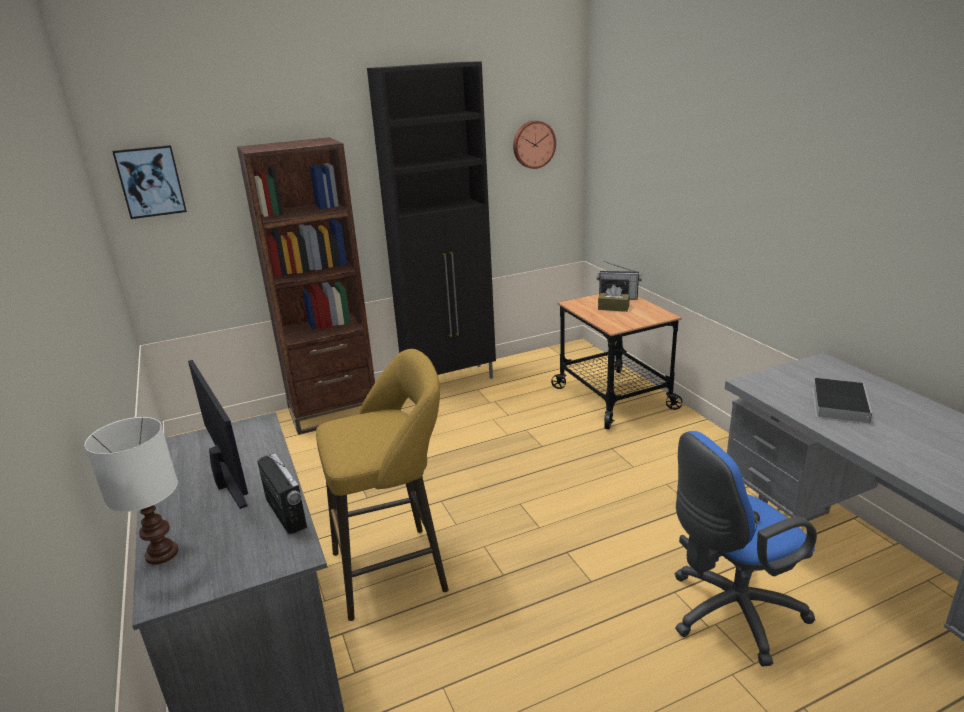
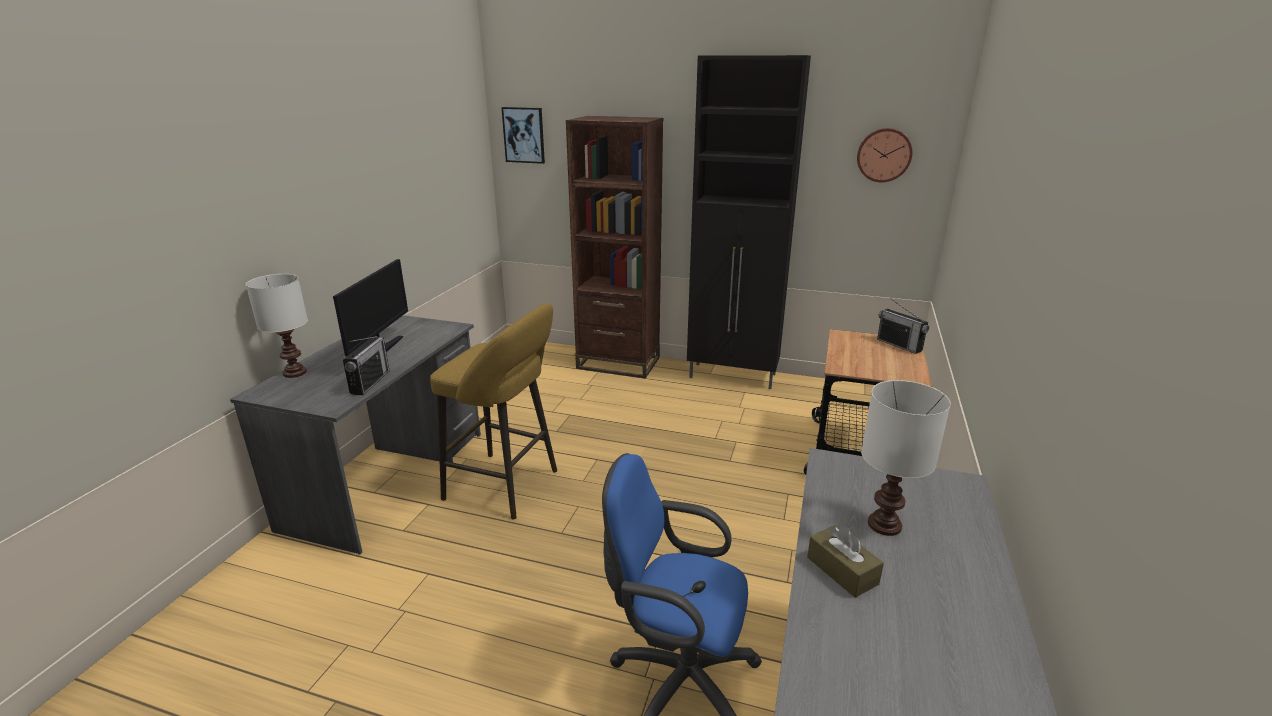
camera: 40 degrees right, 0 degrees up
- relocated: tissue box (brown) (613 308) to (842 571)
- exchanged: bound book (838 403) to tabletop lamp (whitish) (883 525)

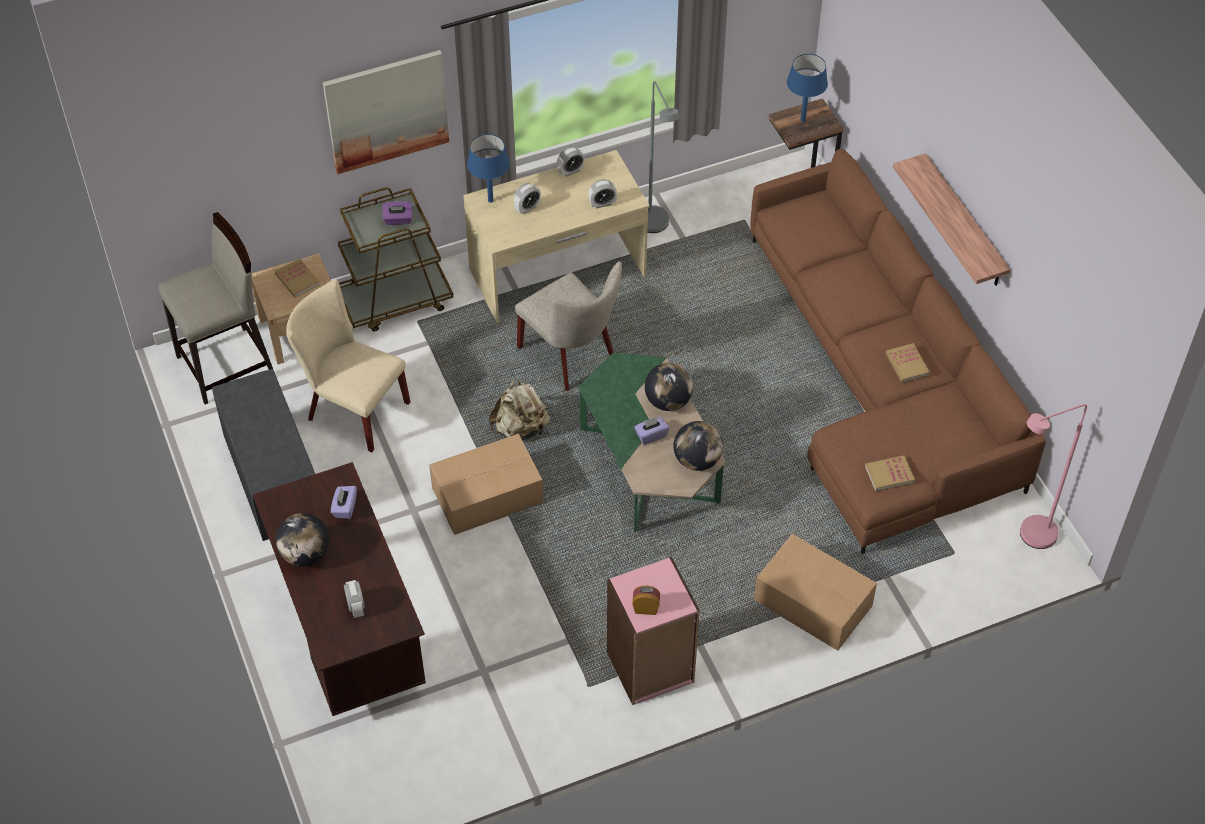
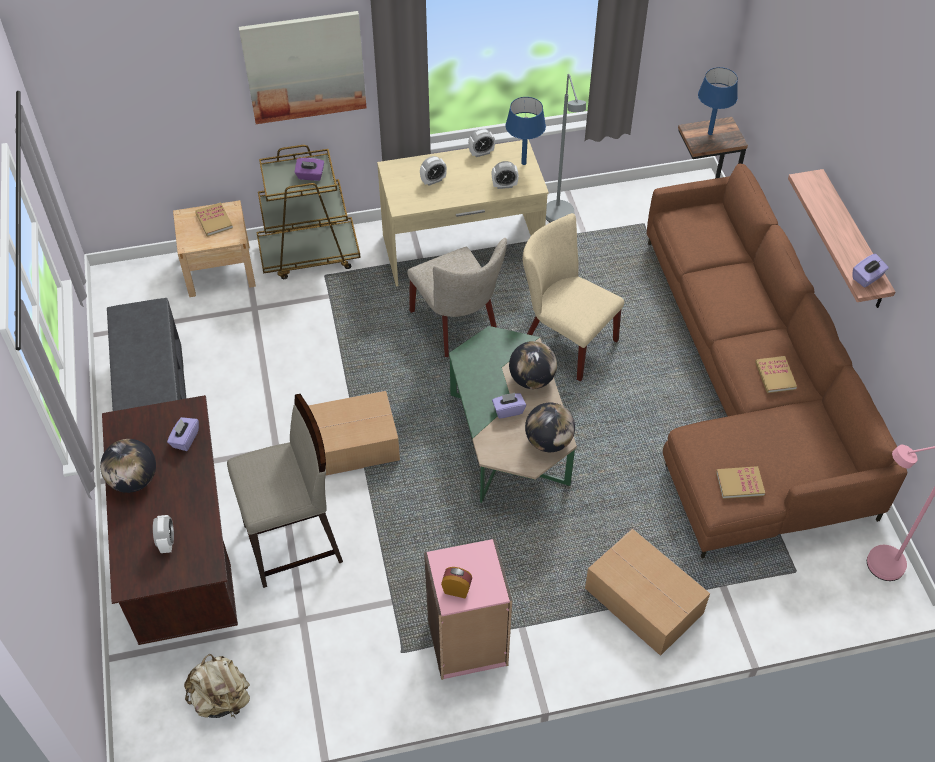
camera: 10 degrees right, 0 degrees up
- relocated: knapsack (sand-coloured) (520 429) to (222 699)
- relocated: stool (sand-coloured) (227 365) to (294 543)
- relocated: tabletop lamp (blue-coloured) (490 200) to (523 163)
- relocated: upright chair (sand-coloured) (352 409) to (564 340)
- appeared: tissue box (purple) (867 278)

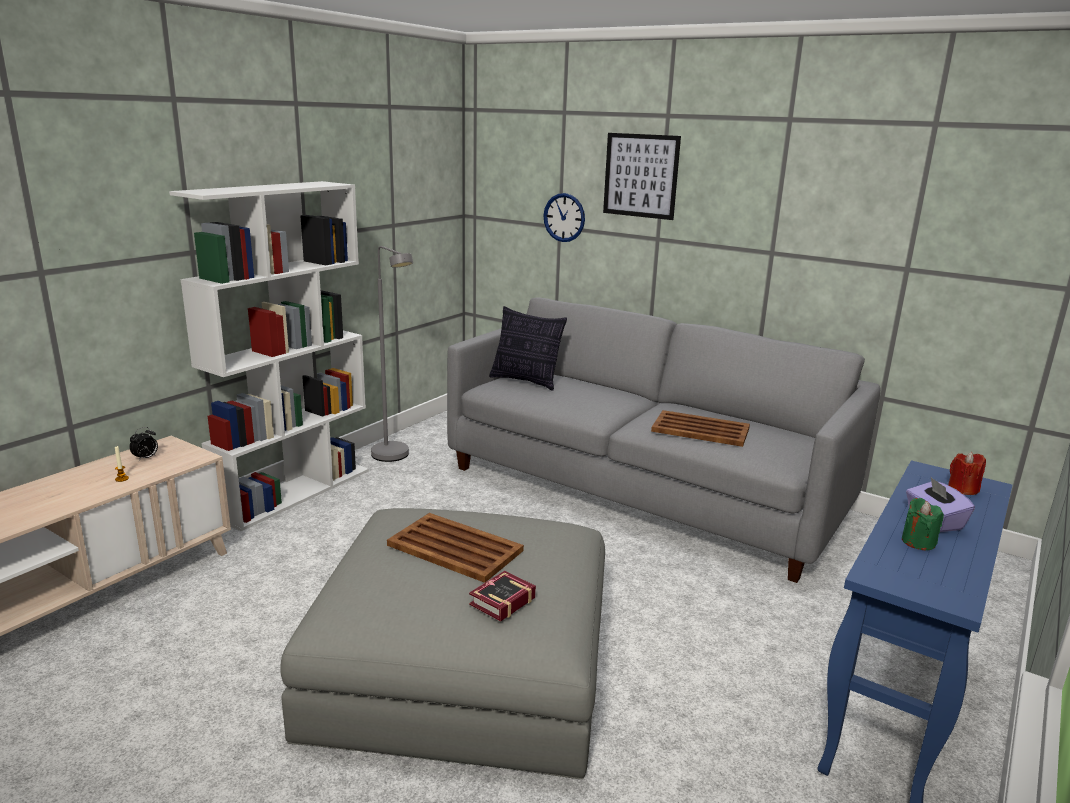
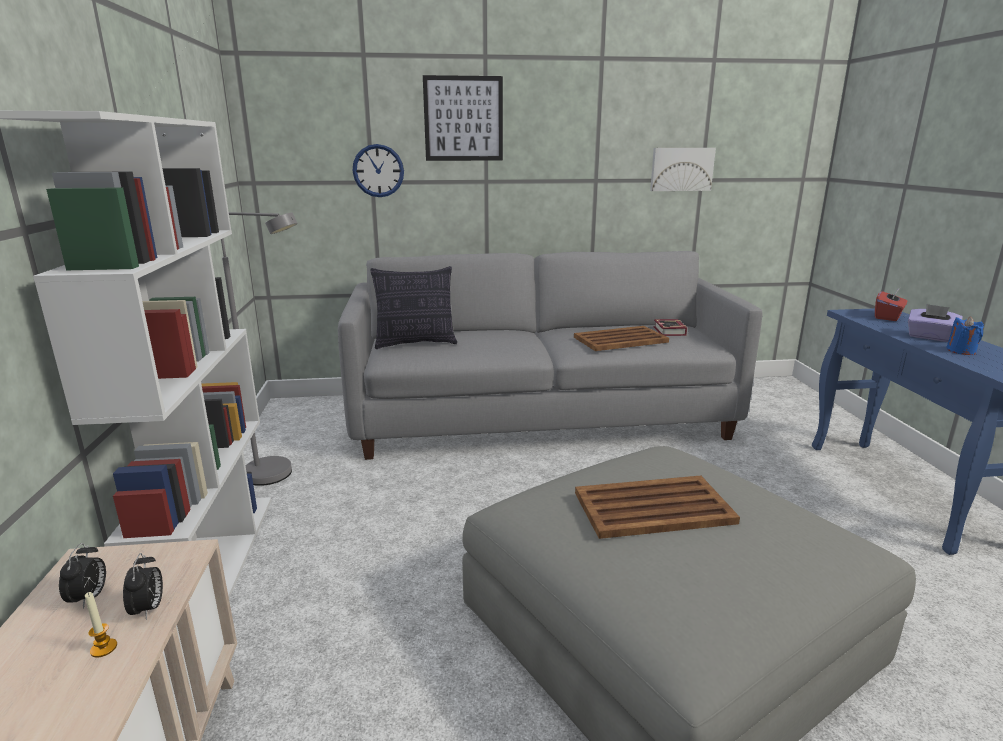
camera: 40 degrees left, 0 degrees up
- appeared: alarm clock (148 609)
- appeared: wall art (681 169)
- relocated: bound book (499 602) to (669 332)
- exchanged: candle (reddish) (962 489) to tissue box (reddish) (888 317)
- colour: candle (green) (918 542) to candle (blue-coloured) (961 351)

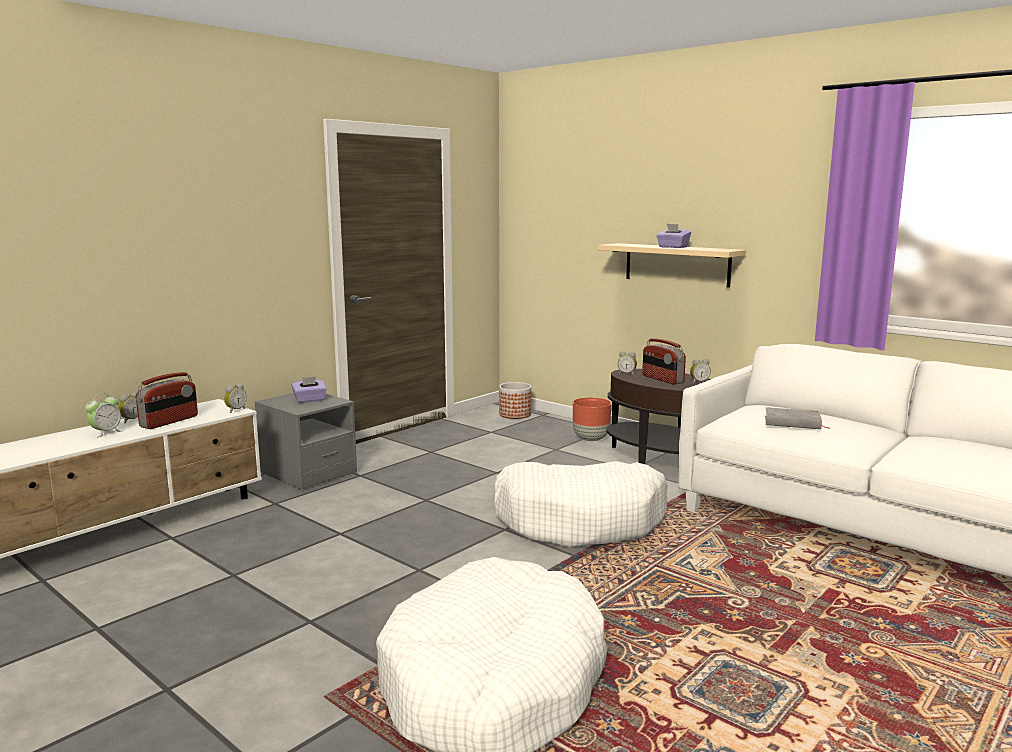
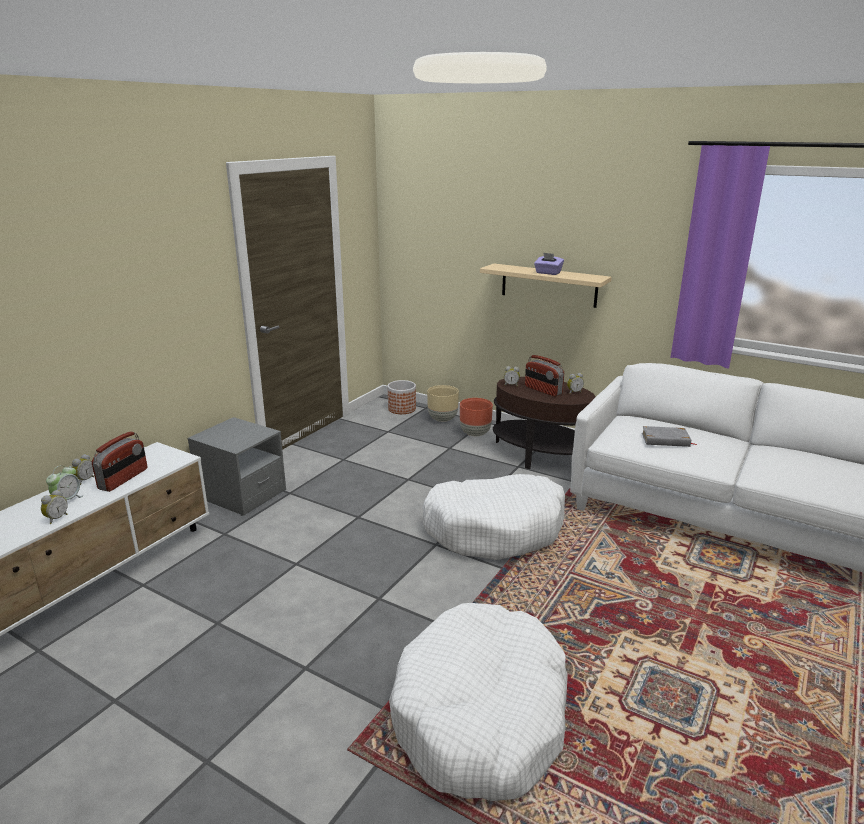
camera: 10 degrees left, 10 degrees up
- relocated: alarm clock (235 410) to (56 518)
- appeared: planter (sand-coloured) (443 419)
- missing: tissue box (purple) (310 400)

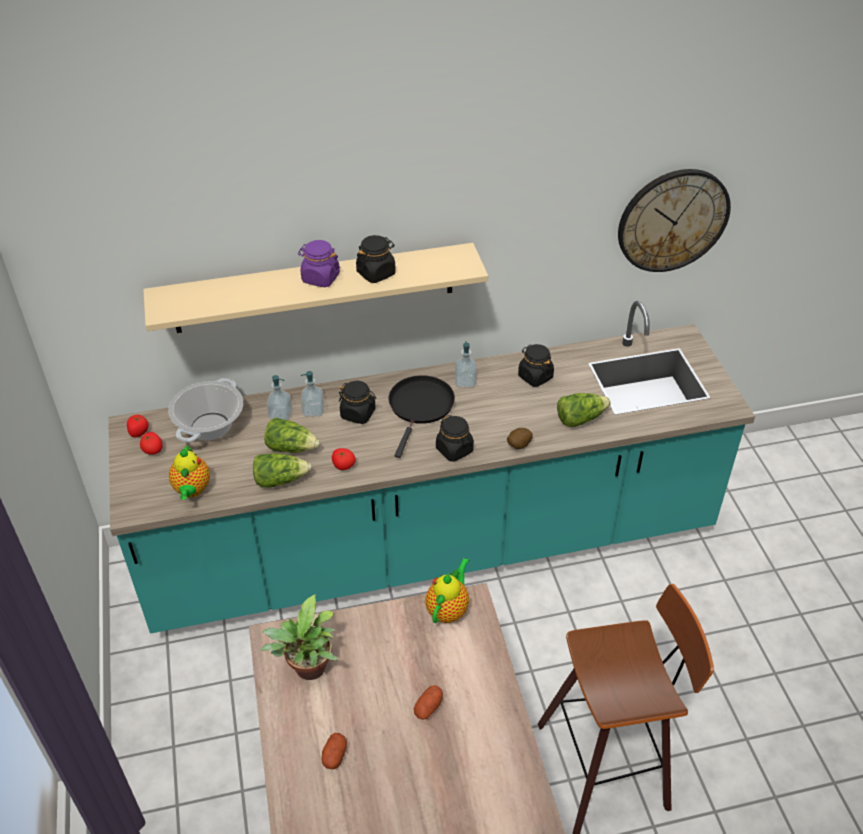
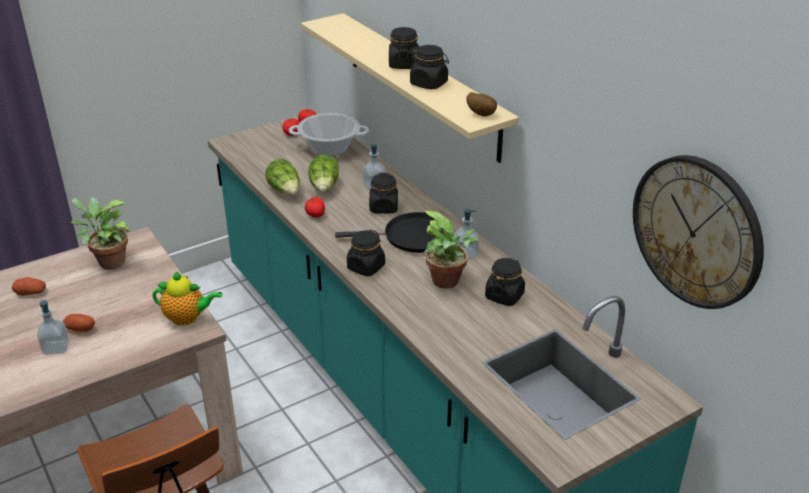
camera: 70 degrees right, 10 degrees down
- relocated: liquid soap bottle (280 415) to (56 348)
- colour: preserve jar (purple) (320 278) to preserve jar (black) (403 64)
- appeared: potted plant (448 282)
- relocated: whole potato (518 446) to (481 114)
- missing: tea pot (192 490)
- missing: lettuce (580 418)

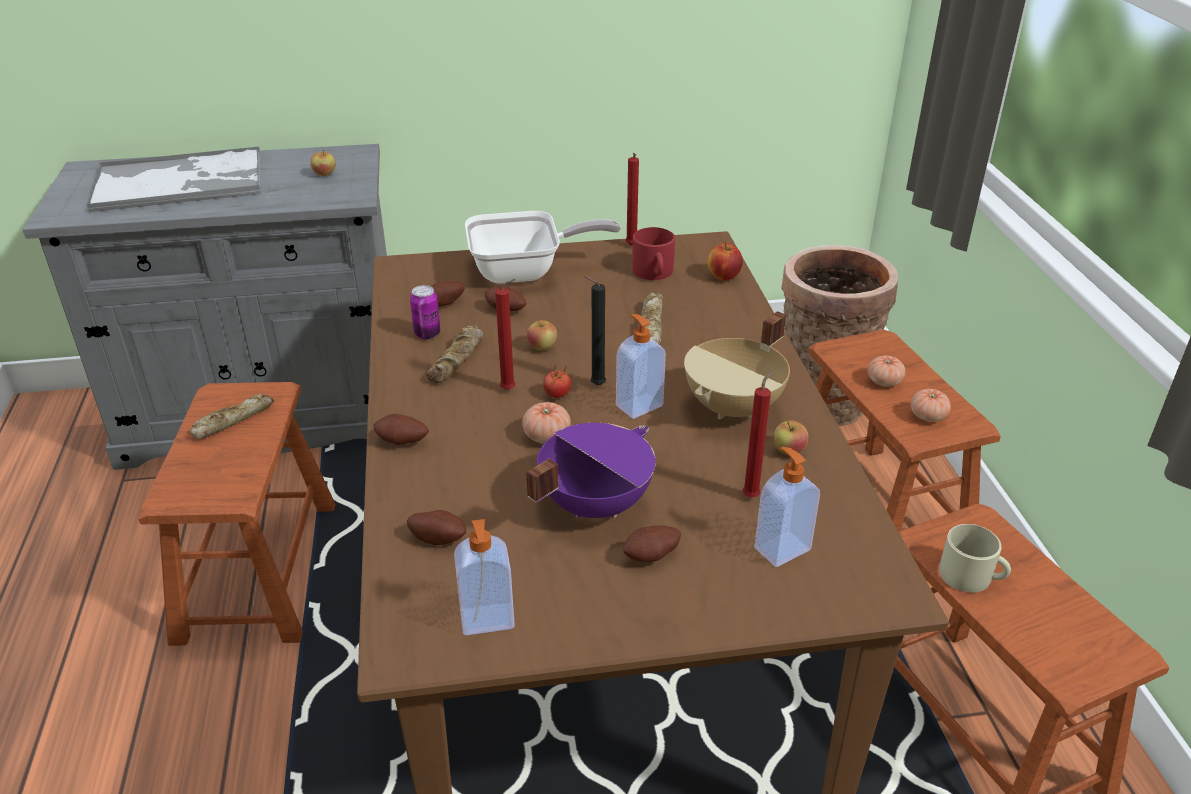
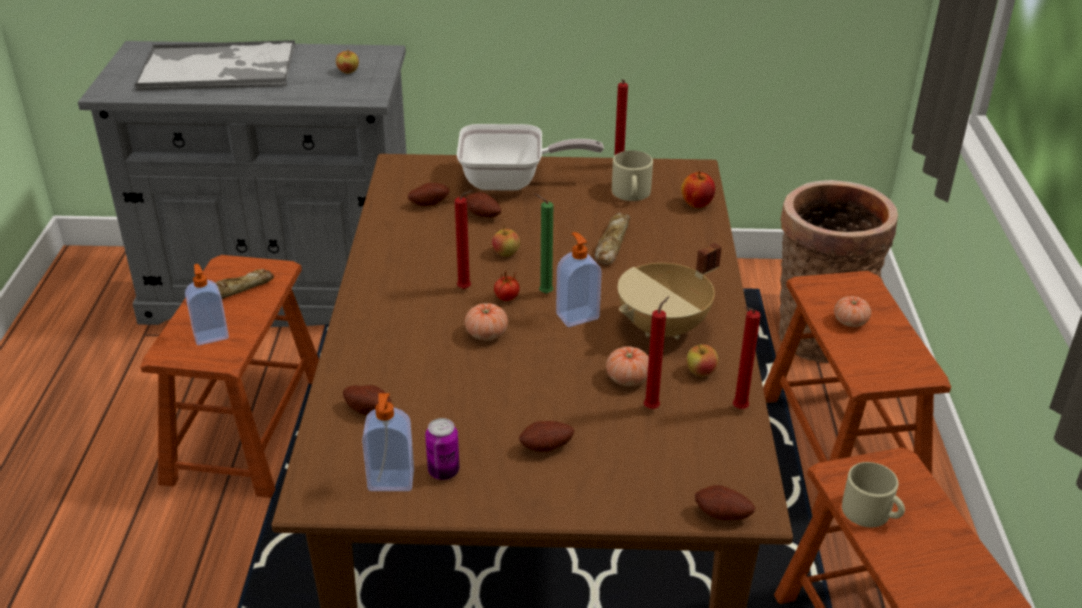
camera: 10 degrees right, 0 degrees up
- relocated: liquid soap bottle (781 548) to (211 335)
- relocated: sealed can (427 334) to (443 471)
- colour: candle (black) (595 385) to candle (green) (543 293)
- relocated: whole tomato (927 416) to (628 379)
- colour: mug (reddish) (654 272) to mug (sand-coloured) (631 193)
- relocated: whole potato (402 442) to (722 516)
- appeared: candle (reddish) (737 409)
- missing: baked bread (457 359)
- missing: stockpot (purple) (593 503)

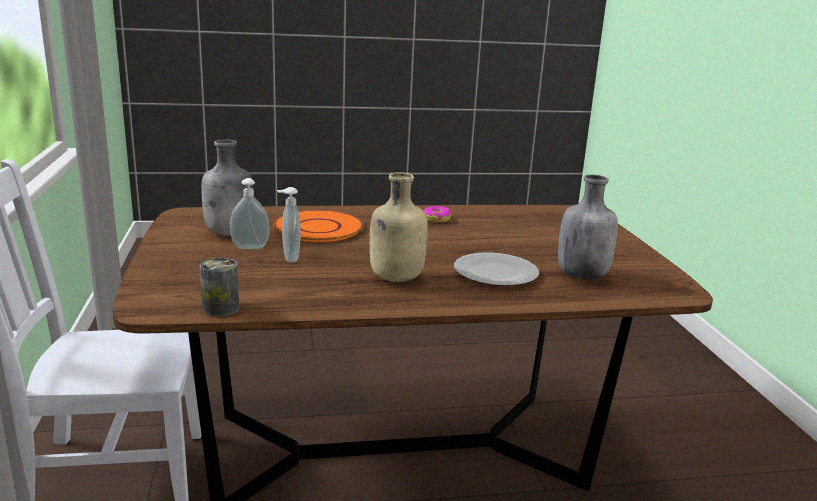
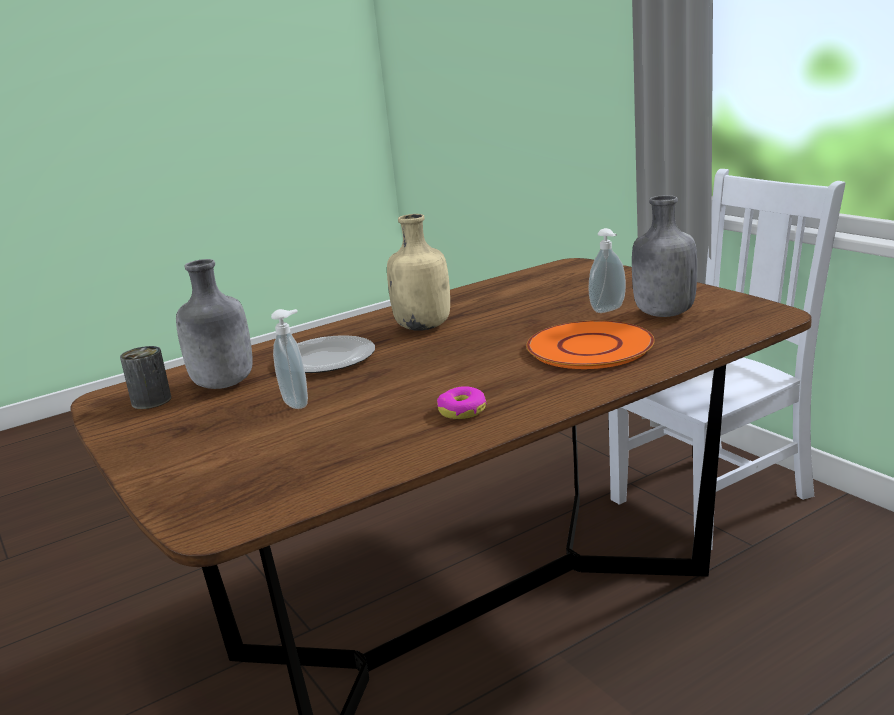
camera: 160 degrees right, 0 degrees up
- relocated: sealed can (220 308) to (151 401)
- relocated: liquid soap bottle (289 258) to (298 403)

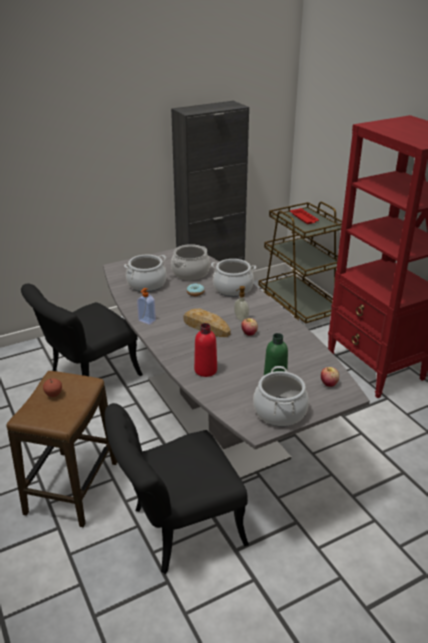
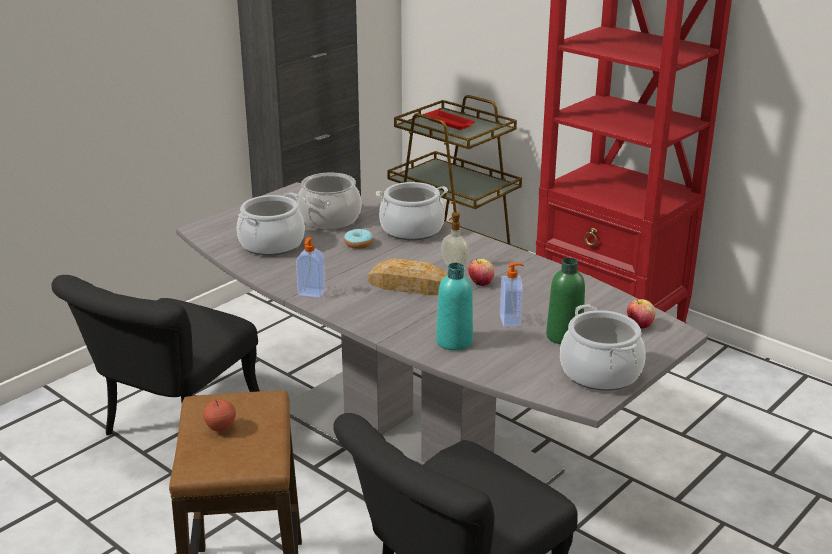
camera: 20 degrees left, 5 degrees down
- colour: beverage bottle (reddish) (205 370) to beverage bottle (blue-green) (454 342)
- appeared: liquid soap bottle (511 320)

